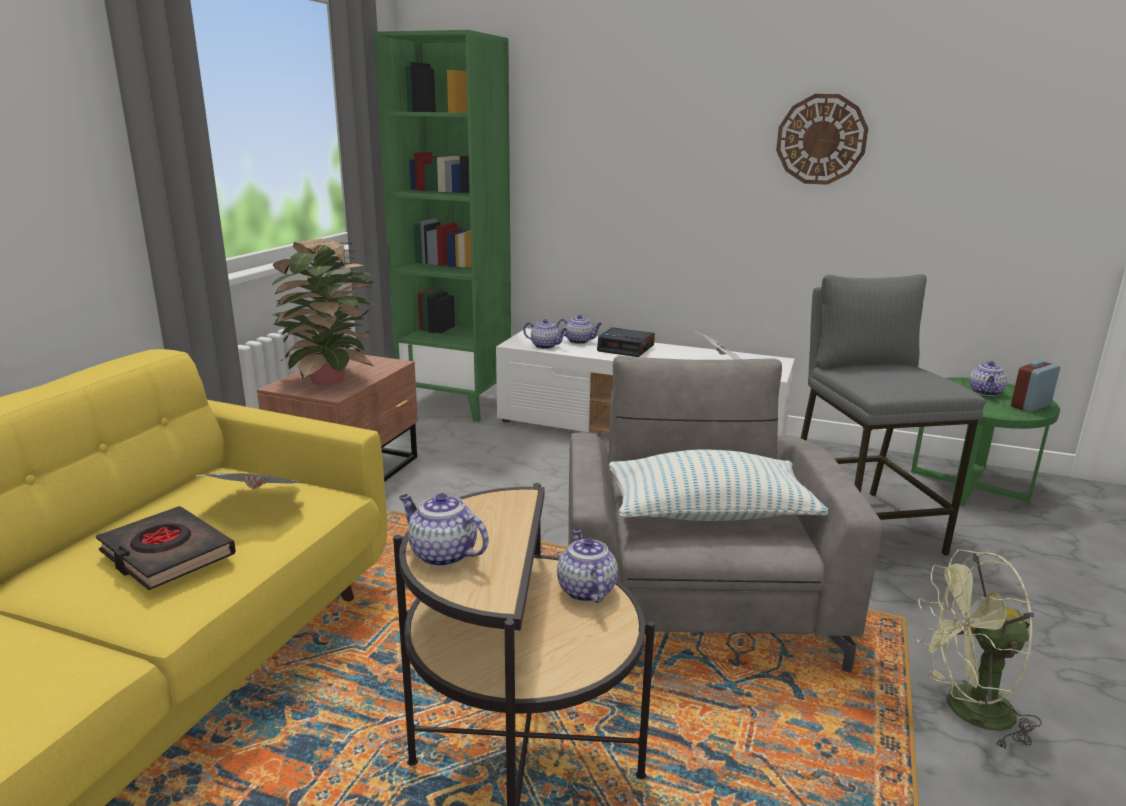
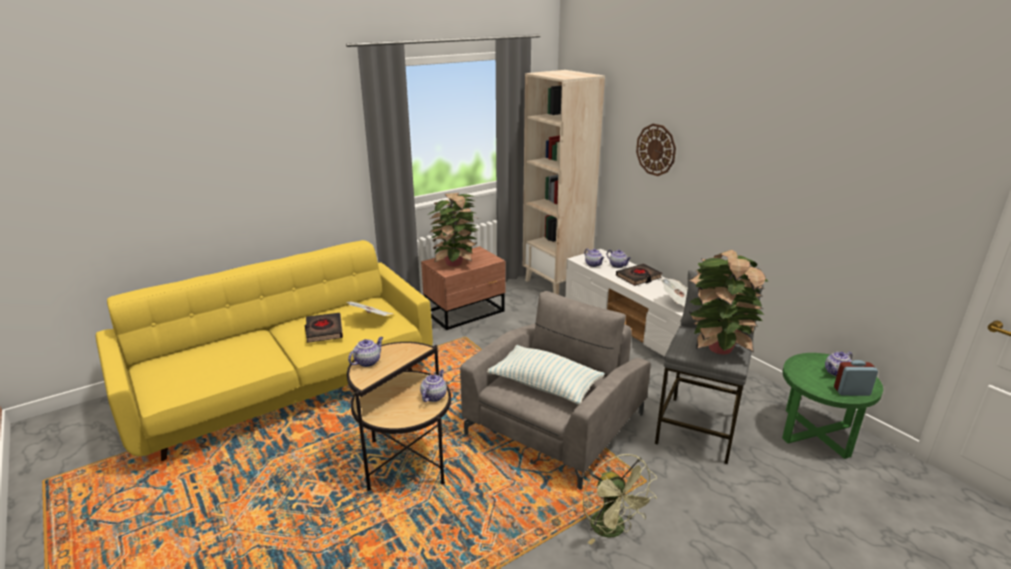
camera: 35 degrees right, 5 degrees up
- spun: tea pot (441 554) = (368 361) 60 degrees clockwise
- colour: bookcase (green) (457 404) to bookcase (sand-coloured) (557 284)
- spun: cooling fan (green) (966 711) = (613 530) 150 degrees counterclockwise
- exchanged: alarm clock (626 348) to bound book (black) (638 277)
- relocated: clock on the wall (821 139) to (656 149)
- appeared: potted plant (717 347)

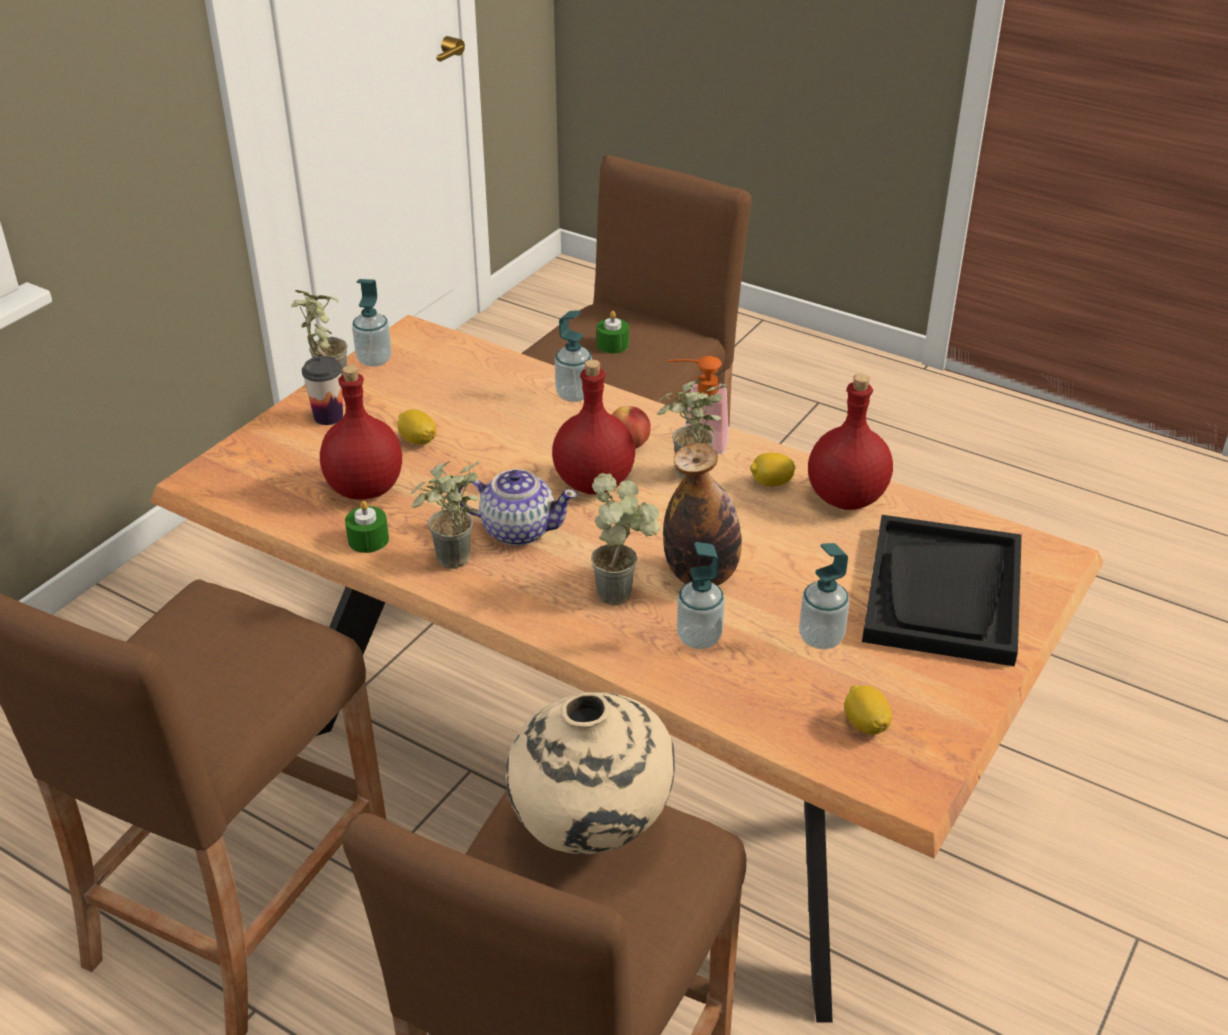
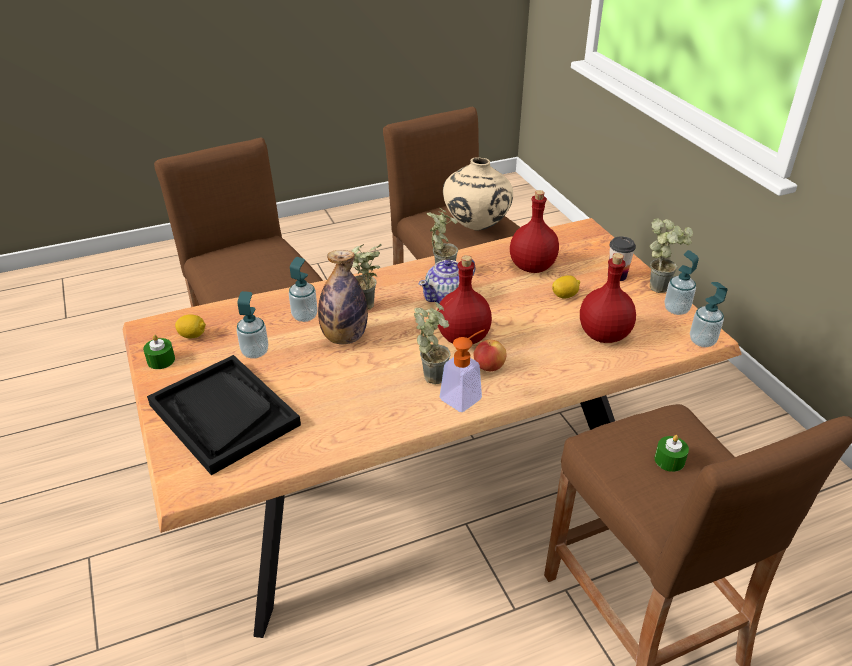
camera: 125 degrees right, 0 degrees up
- relocated: candle (green) (368 539) to (161 360)
- relocated: decorative vase (sand-coloured) (590 834) to (476 228)
- relocated: beverage bottle (reddish) (847 497) to (604 335)
- relocated: liquid soap bottle (574 395) to (702 341)
- missing: lemon (771 483)

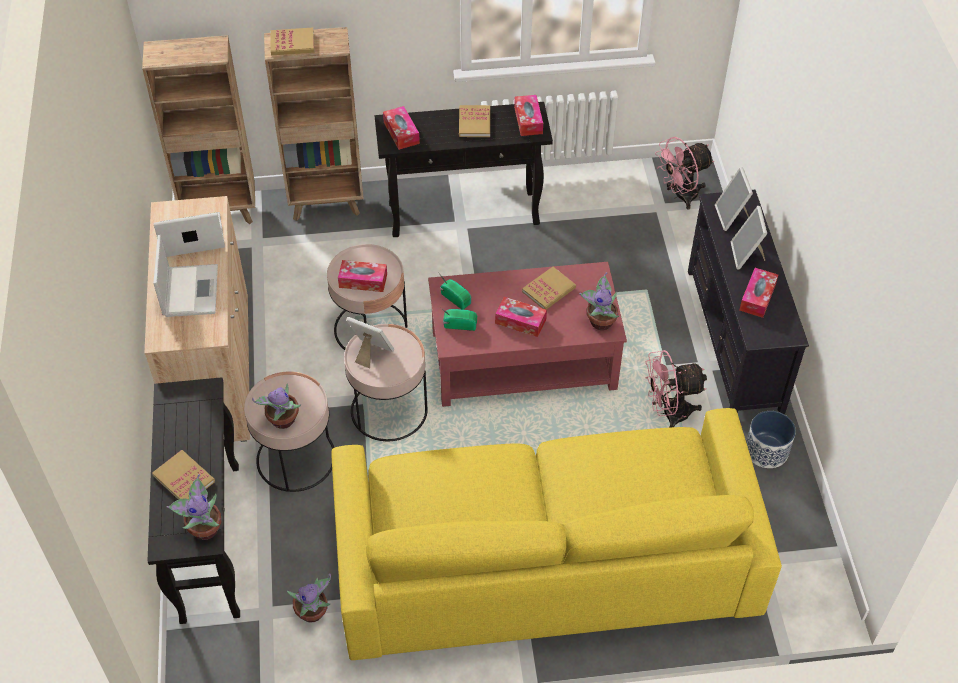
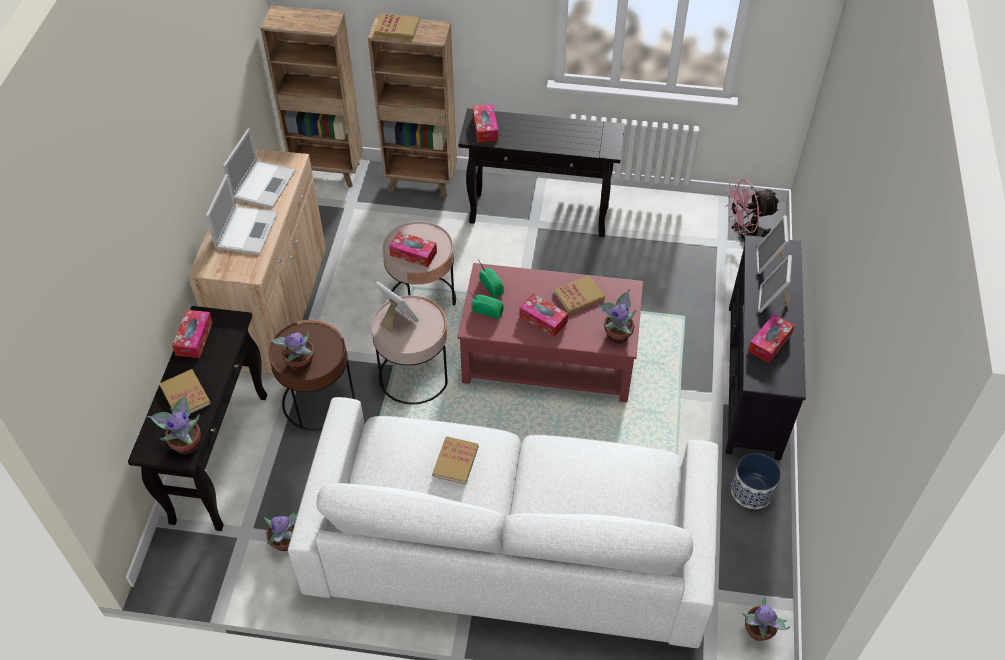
camera: 15 degrees right, 0 degrees up
- relocated: tissue box (528 120) to (194 338)
- spun: notebook computer (190 237) = (264 183) 105 degrees clockwise
- colour: side table (pink-coloured) (295 458) to side table (brown) (318 401)
- colour: settee (yellow) (545 556) to settee (whitish) (509 541)
- relocated: bound book (474 123) to (455 461)
- appeared: potted plant (758 631)
- missing: cooling fan (pink-coloured) (668 413)

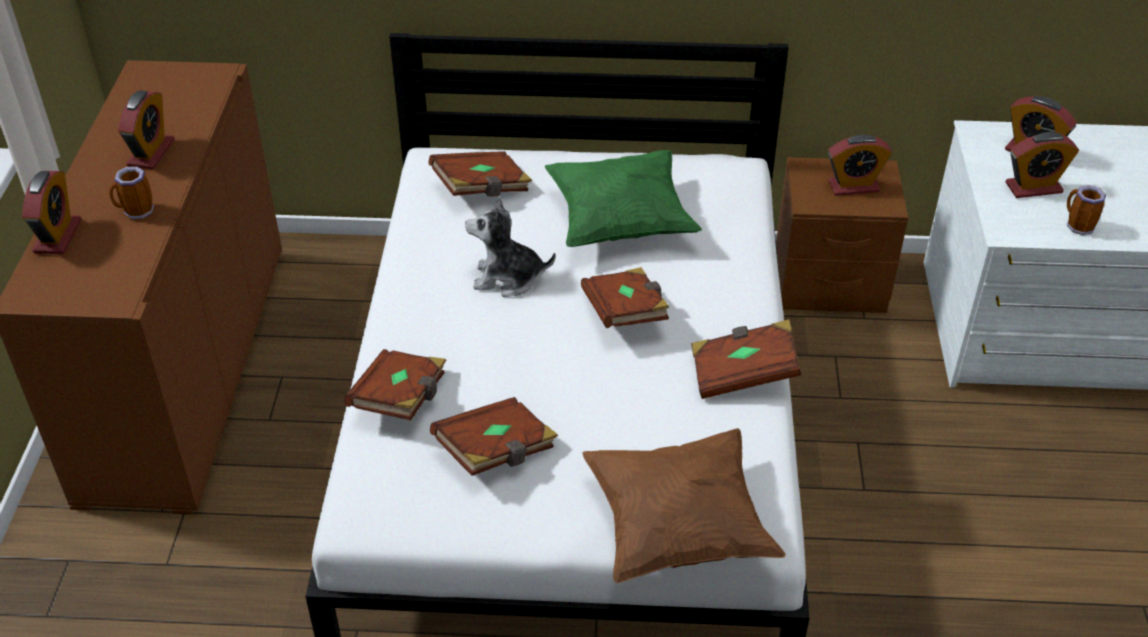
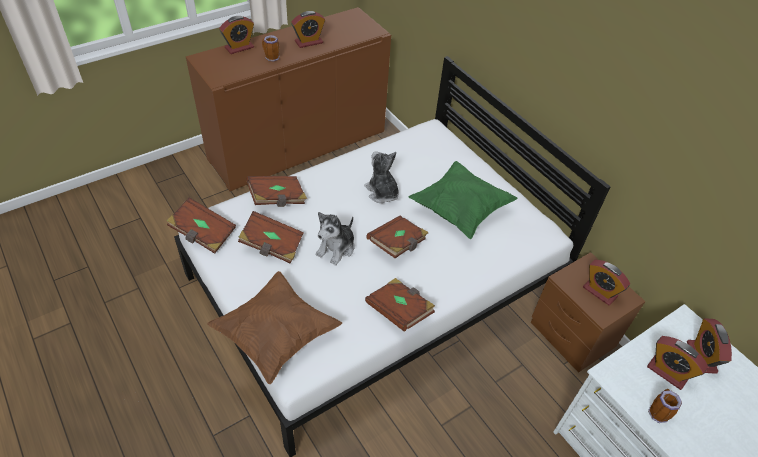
camera: 50 degrees right, 5 degrees up
- relocated: bound book (brown) (481 189) to (203 234)
- appeared: cuddly toy (336 248)

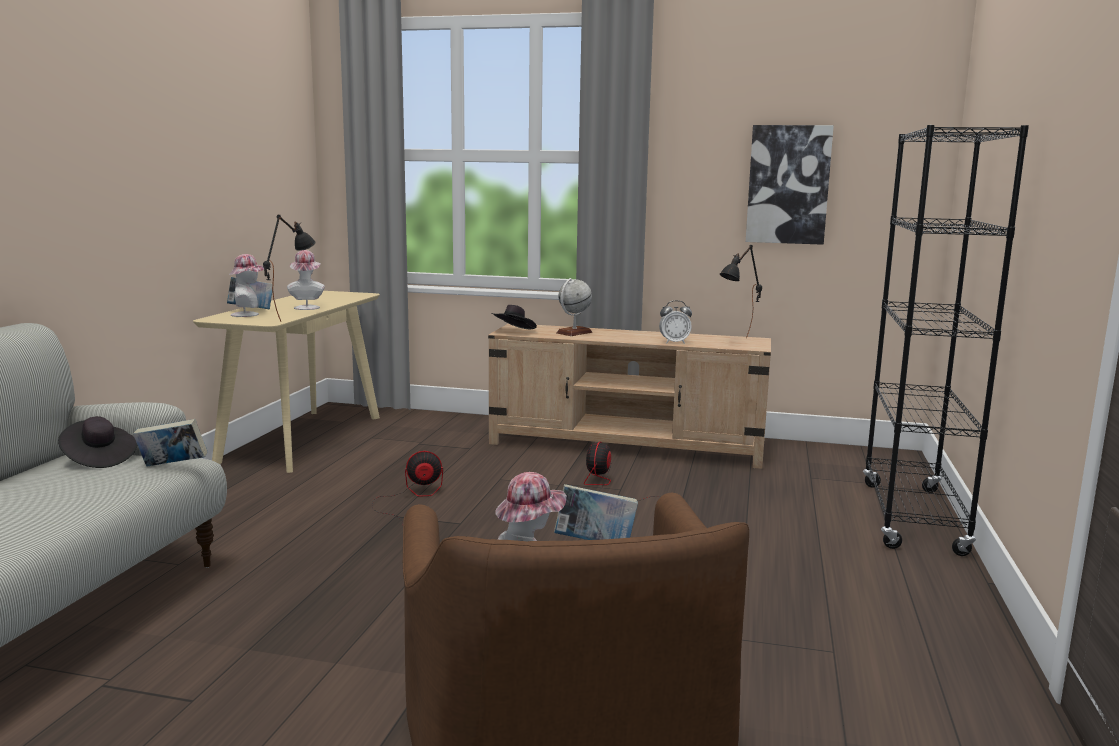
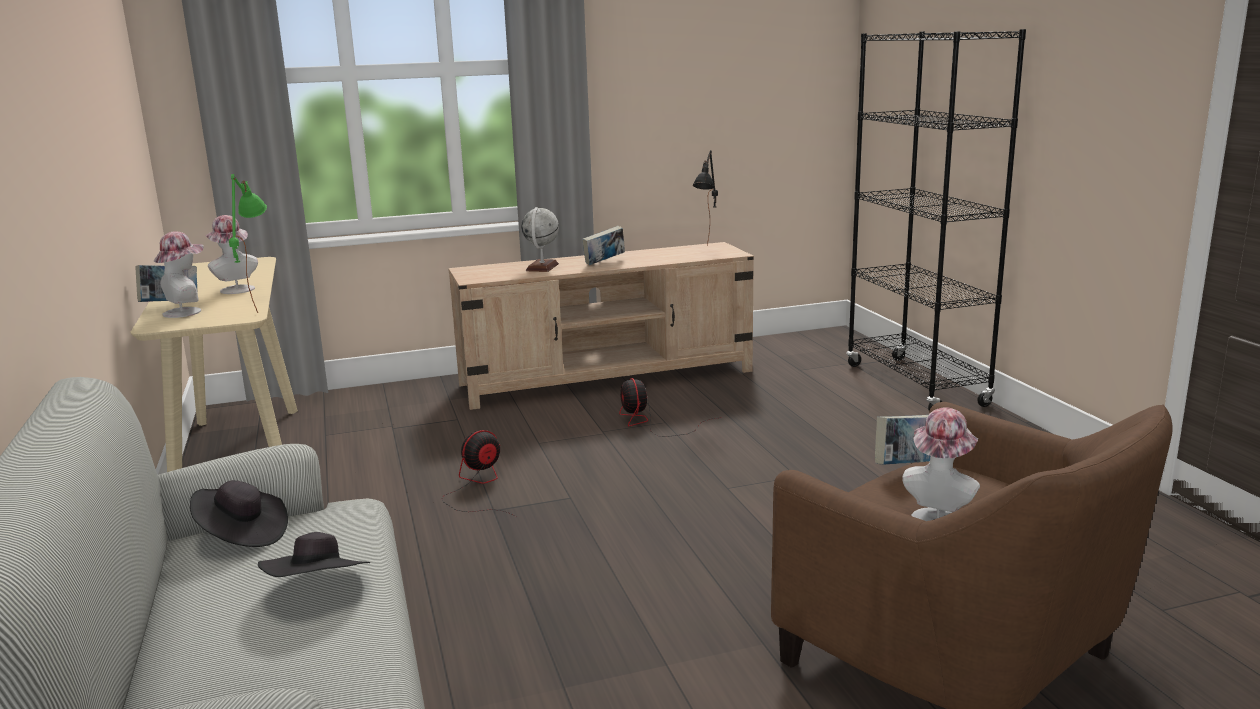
camera: 30 degrees left, 5 degrees up
- colour: tabletop lamp (black) (291 317) to tabletop lamp (green) (256 305)
- relocated: wearable hat (black) (513 331) to (319 589)
- relocated: bound book (172 466) to (604 262)
- missing: alarm clock (674 342)
- missing: wall art (788 185)

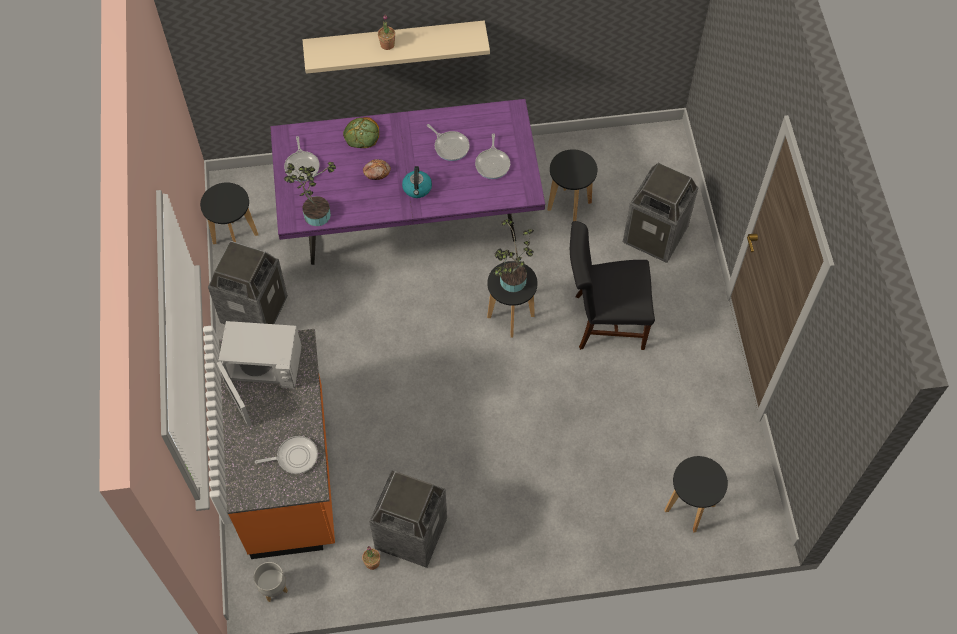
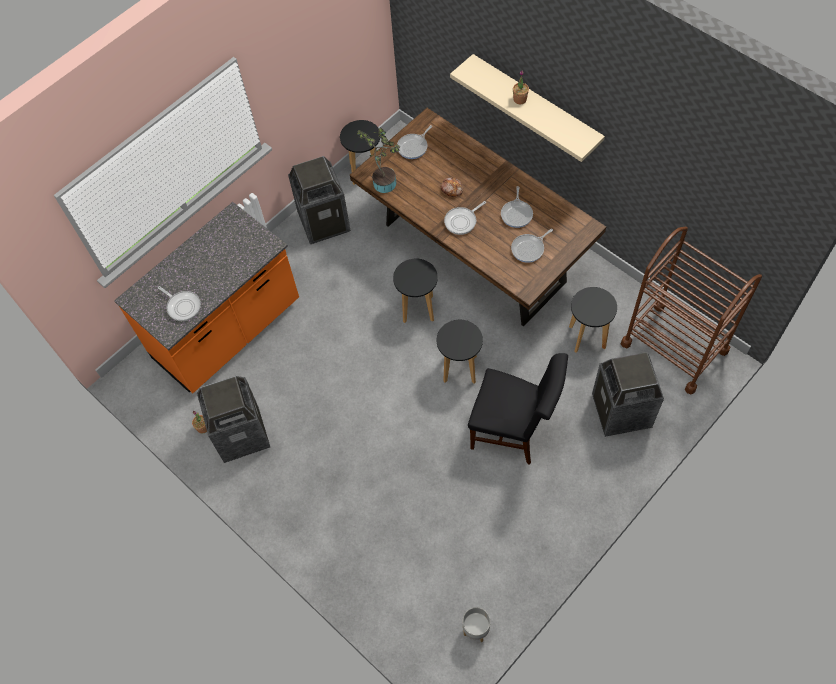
camera: 55 degrees right, 0 degrees up
- colour: kitchen table (purple) (411 221) to kitchen table (brown) (475 253)
- relocated: stool (black) (689 508) to (417 309)
- exchanged: water kettle (417 188) to frying pan (462 221)
- relocated: planter (gray) (273 587) to (476 629)
- spun: upright chair (black) (603 321) = (513 431) 150 degrees clockwise
- appeared: cart (brown) (674 347)
- missing: kitchen microwave (whitish) (261 367)
- missing: baked bread (362 135)
- missing: potted plant (511 283)

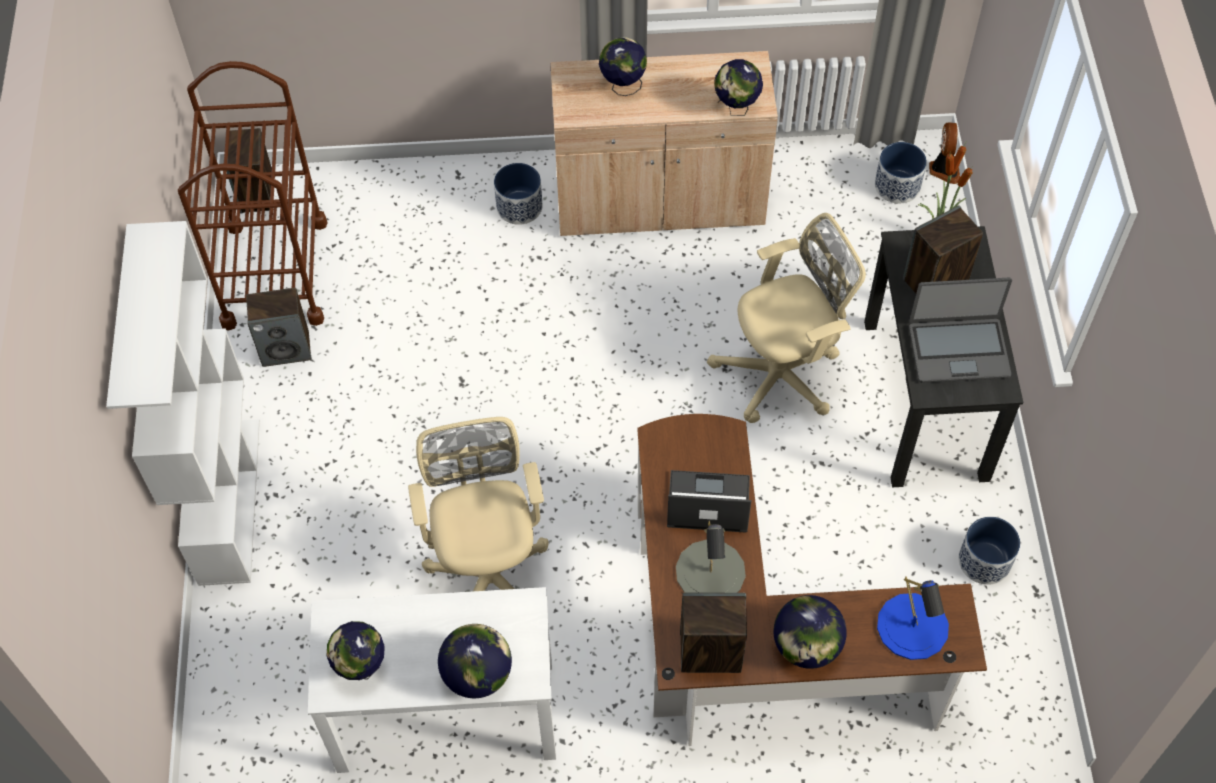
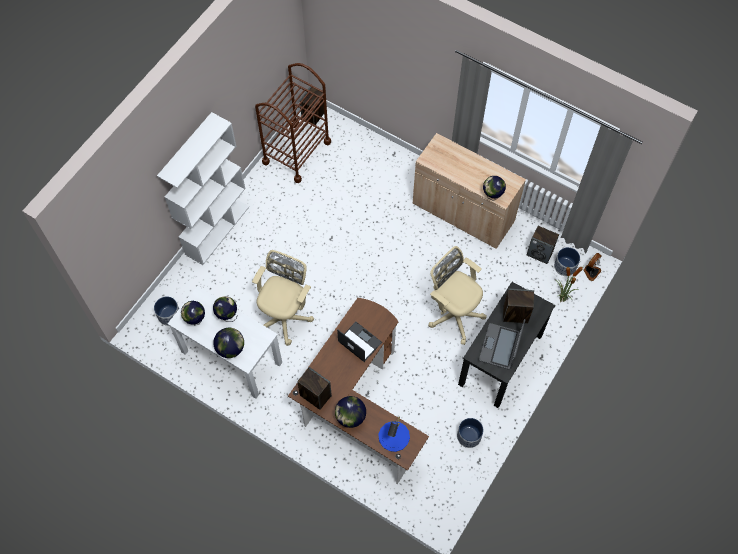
camera: 35 degrees right, 5 degrees up
- relocated: planter (519 207) to (169 315)
- relocated: globe (622 87) to (227 315)
- spun: desk chair (sand-coloured) (783 374) = (453 313) 150 degrees counterclockwise
- spun: notebook computer (958 350) = (500 347) 75 degrees clockwise
- relocated: loudspeaker (286 348) to (540 253)
- missing: tabletop lamp (gray) (710 572)

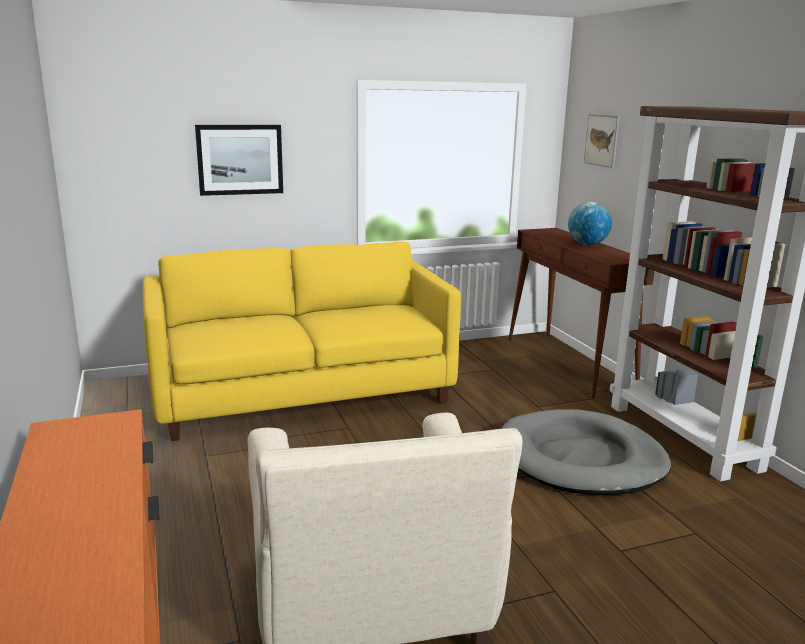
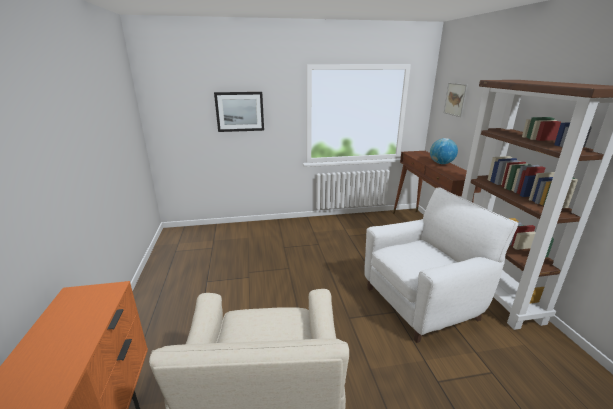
camera: 10 degrees right, 5 degrees up
- exchanged: dog cushion (gray) (581 459) to easy chair (whitish) (422 303)
- missing: settee (yellow) (303 393)

